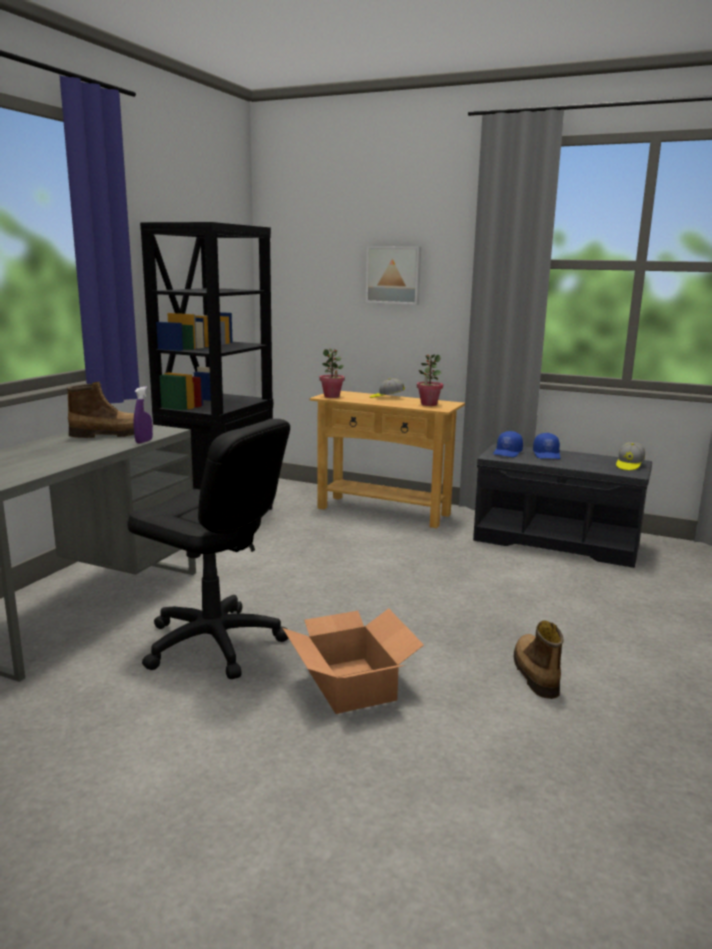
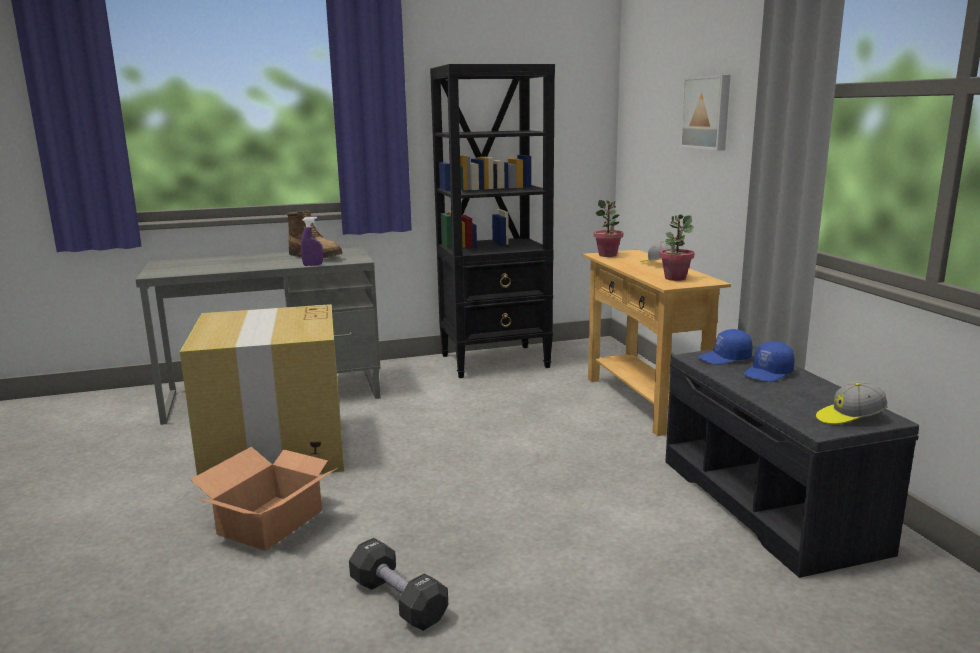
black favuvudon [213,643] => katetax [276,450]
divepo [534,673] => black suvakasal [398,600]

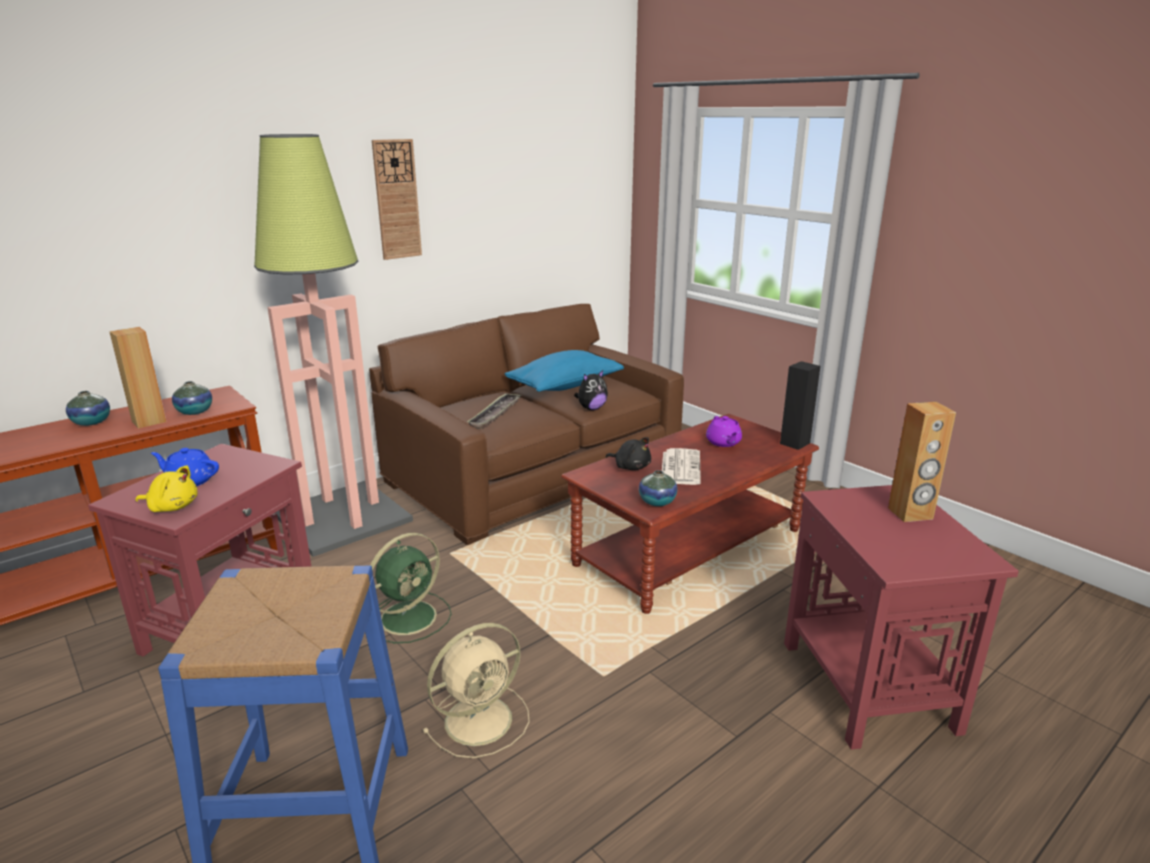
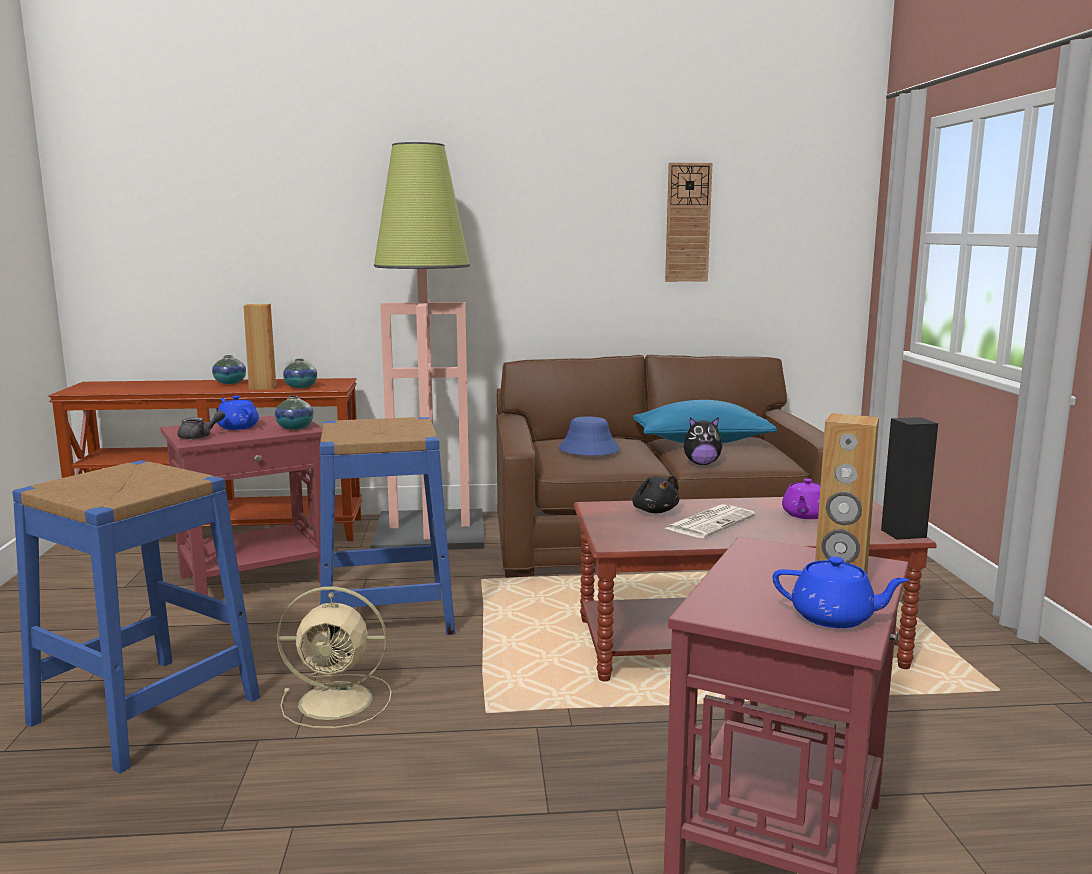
nothing => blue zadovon [834,617]
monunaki [397,199] => monunaki [688,223], move
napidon [657,502] => napidon [295,428], move
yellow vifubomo [172,507] => grey zadovon [200,437]
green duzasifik [410,616] => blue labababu [386,613]
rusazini [495,414] => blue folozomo [588,450]

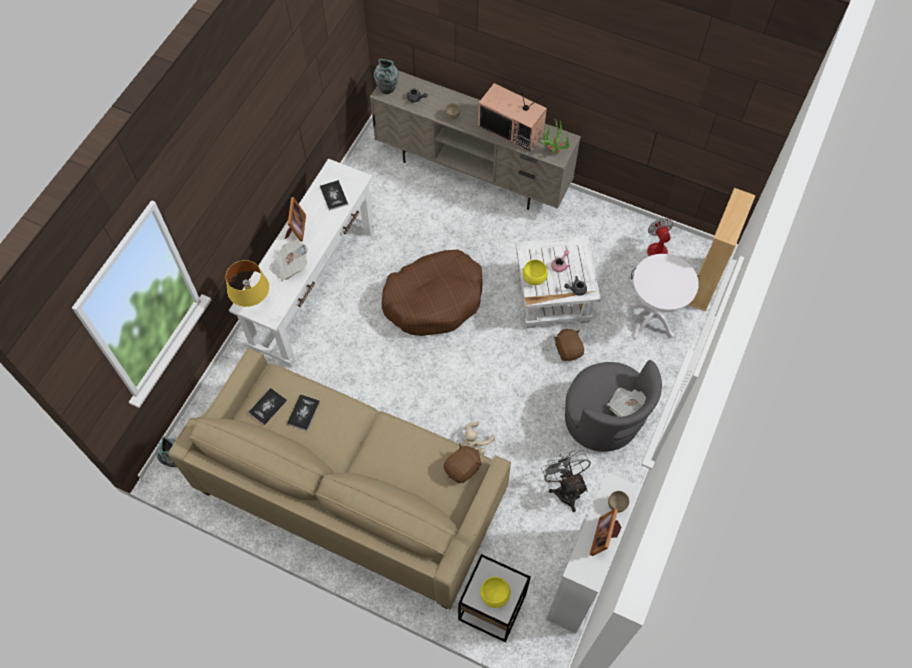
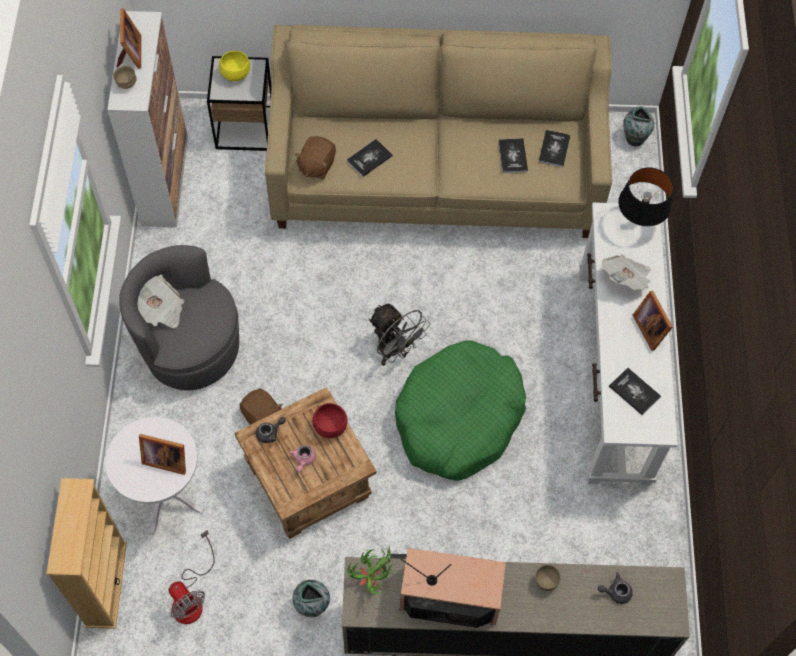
beige vifubomo [475,443] => nothing
nothing => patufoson [165,458]
nothing => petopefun [369,158]
napidon [387,88] => napidon [312,606], move
grey duzasifik [565,489] => grey duzasifik [395,351], move
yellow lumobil [253,302] => black lumobil [638,222]
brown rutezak [434,299] => green rutezak [458,418]
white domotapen [552,298] => brown domotapen [308,479]
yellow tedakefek [533,278] => red tedakefek [331,426]

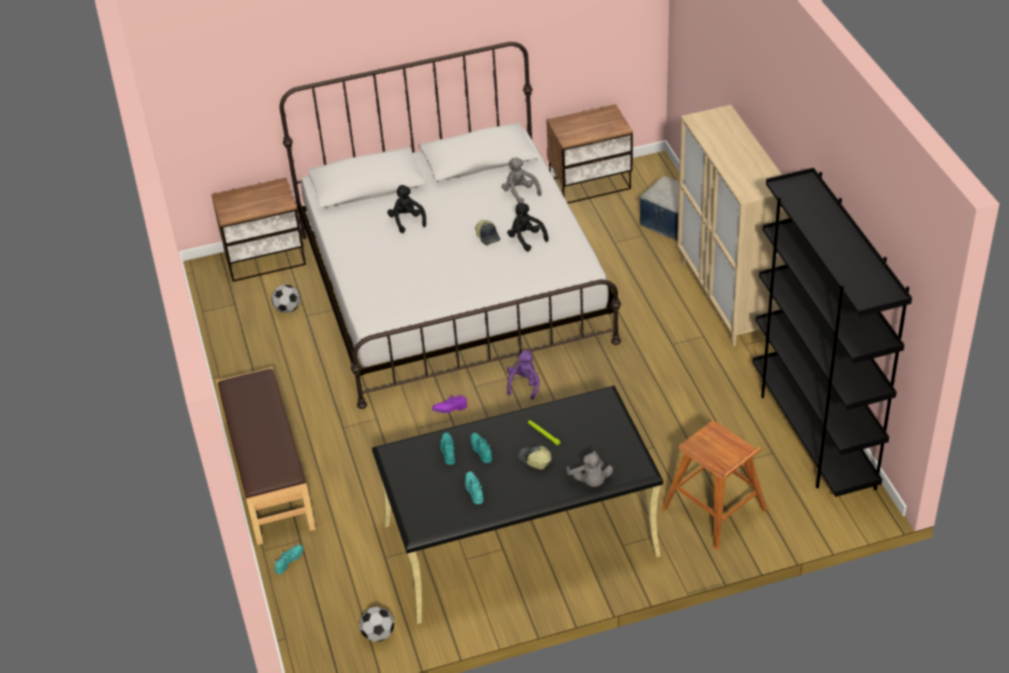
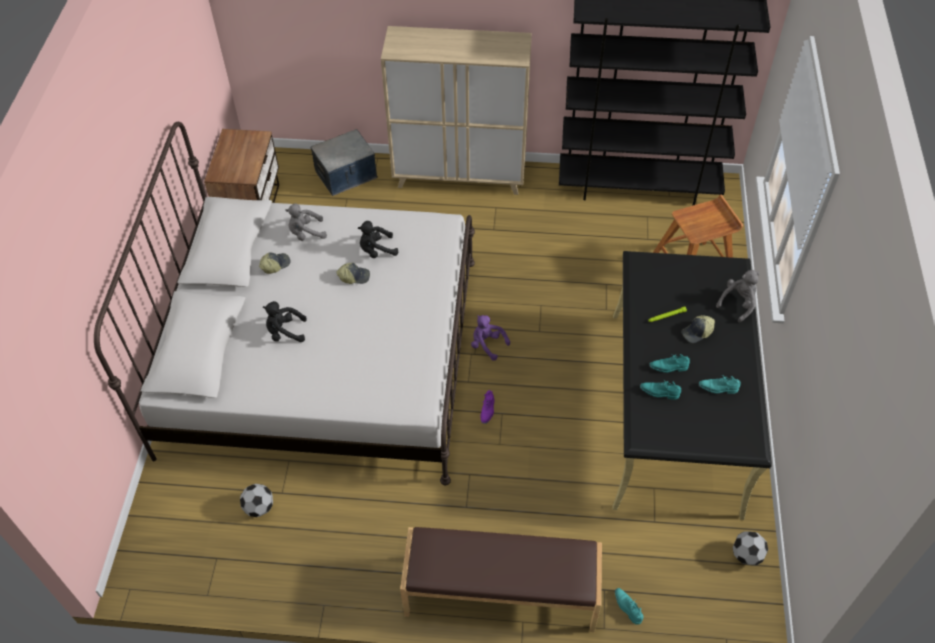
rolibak [266,260] => nothing
nothing => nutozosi [275,265]
grey vifubomo [590,481] => grey vifubomo [738,303], 45 degrees counterclockwise

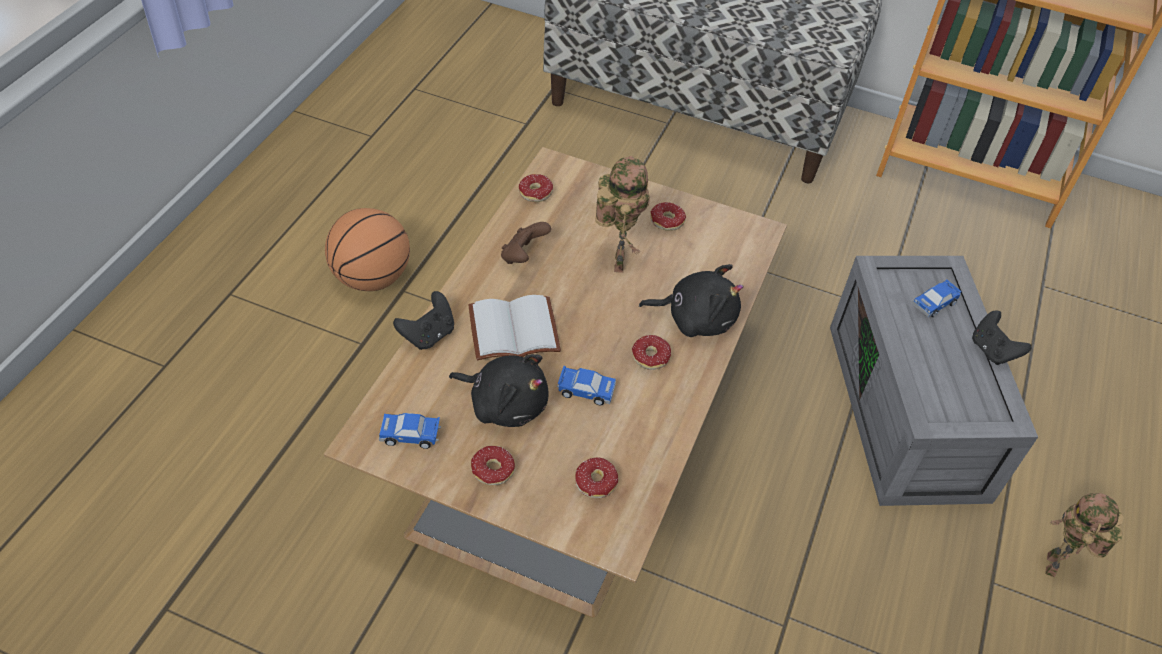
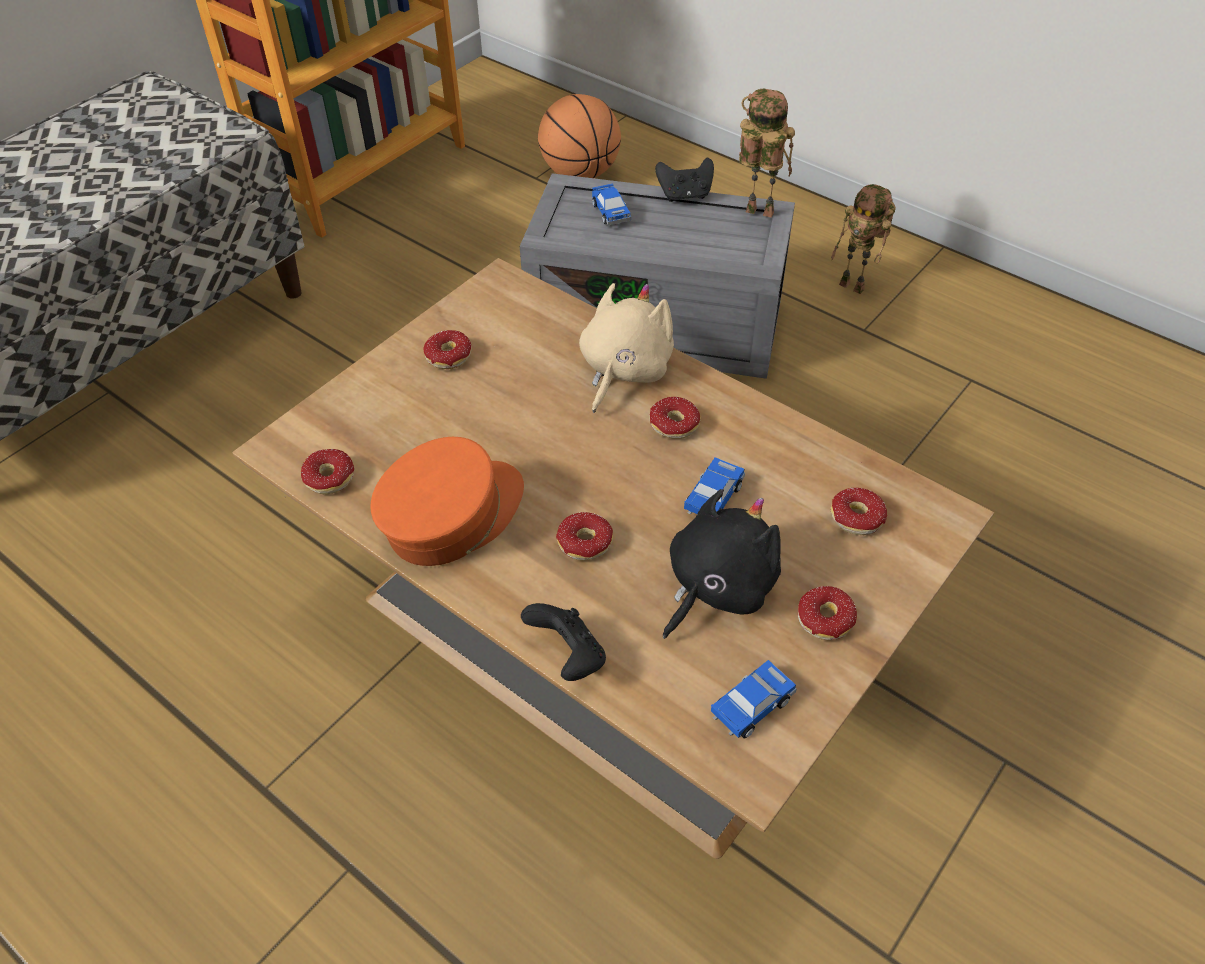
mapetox [371,278] => mapetox [580,174], move
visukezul [616,261] => visukezul [756,213], move
white petopefun [515,328] => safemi [585,551]
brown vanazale [523,256] => orange nutozosi [452,516]
black vifubomo [695,318] => beige vifubomo [623,370]
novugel [411,435] => novugel [750,706], 150 degrees counterclockwise

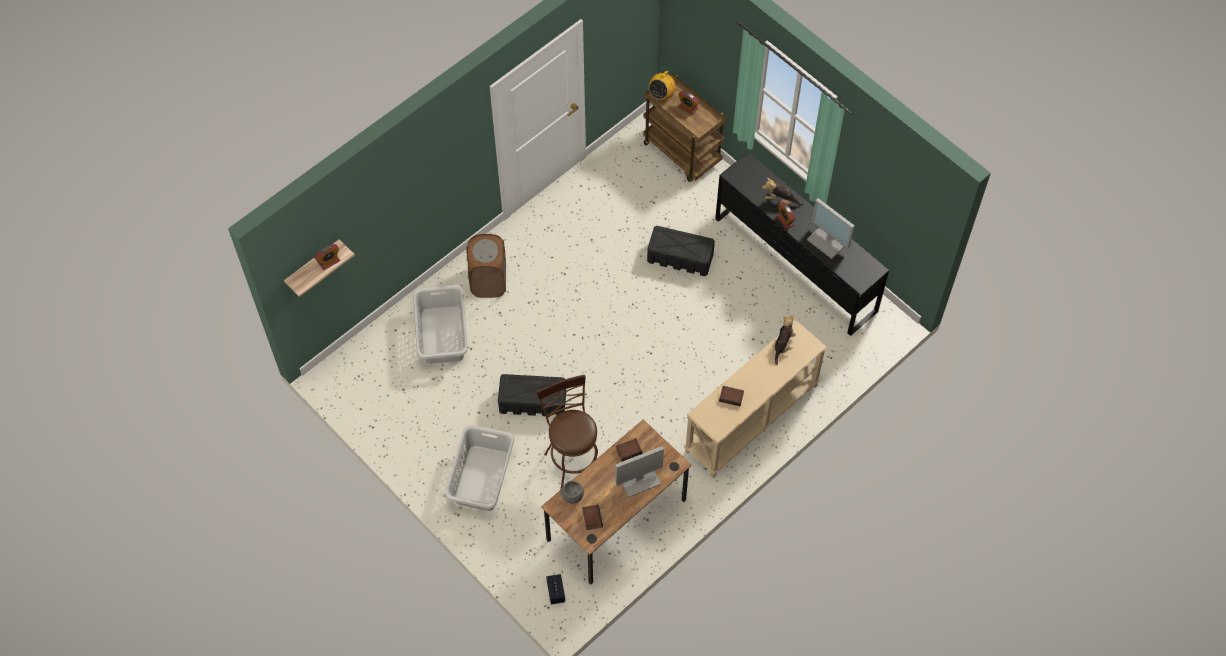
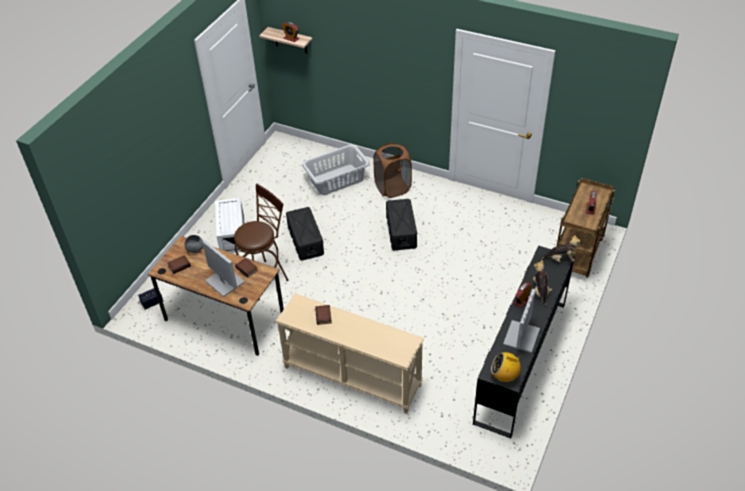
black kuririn [680,257] => black kuririn [401,232], move
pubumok [661,95] => pubumok [504,376], move
vifubomo [782,345] => vifubomo [560,259], move
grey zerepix [481,478] => white kuririn [231,234]

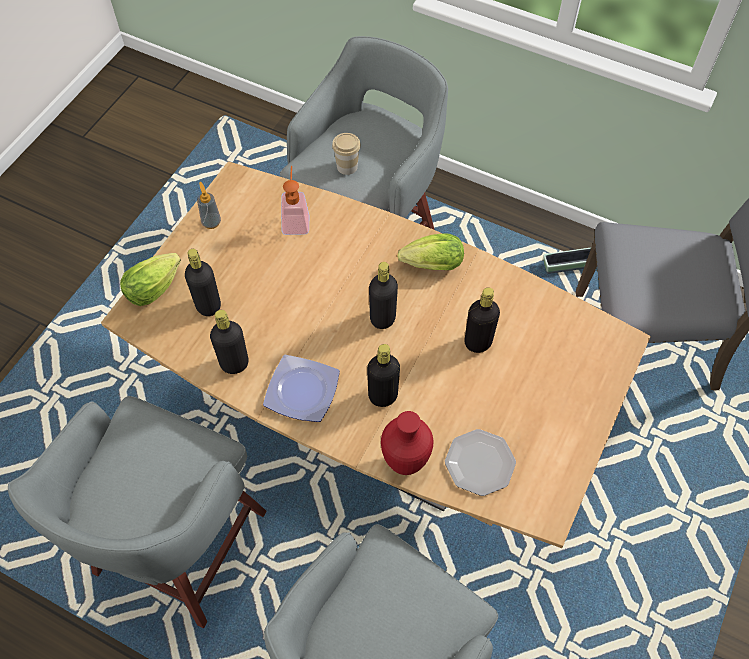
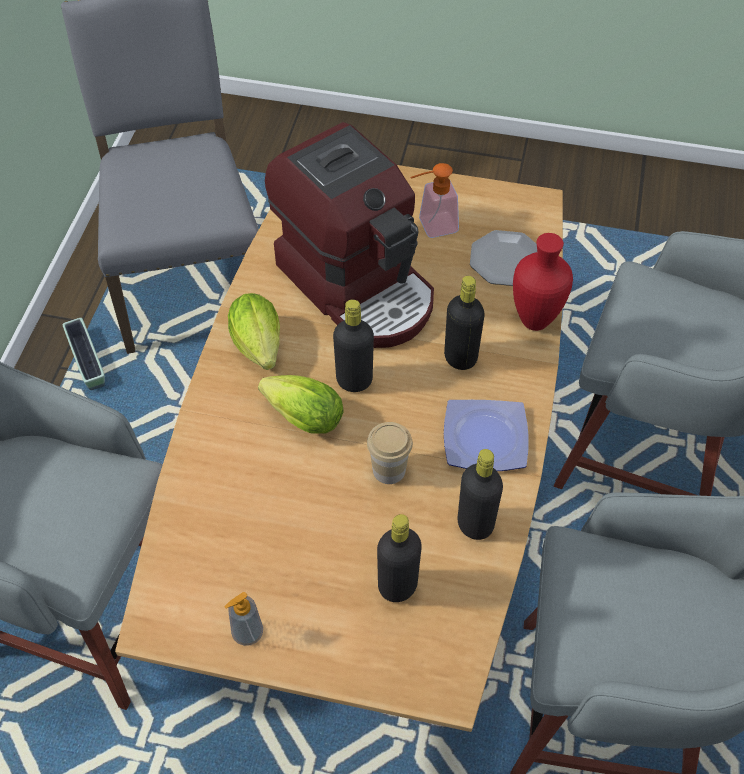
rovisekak [156,287] => rovisekak [300,416], move
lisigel [295,220] => lisigel [431,227], move
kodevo [347,166] => kodevo [389,470], move
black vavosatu [478,342] => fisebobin [358,285]

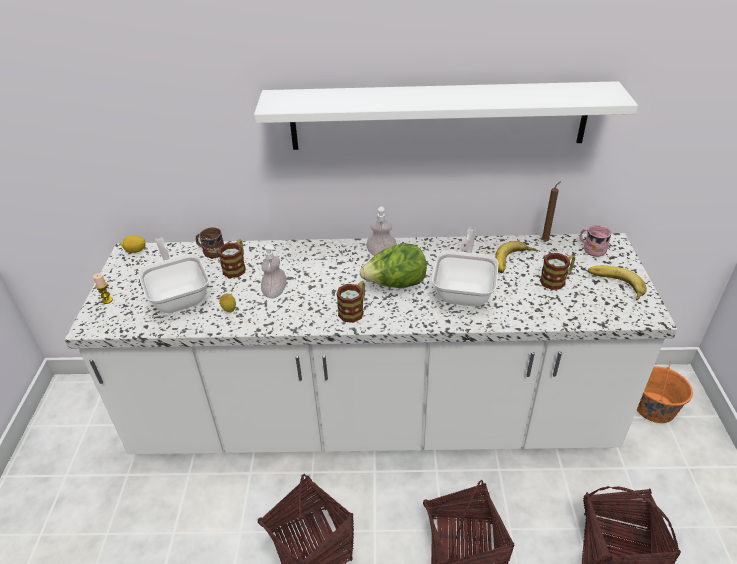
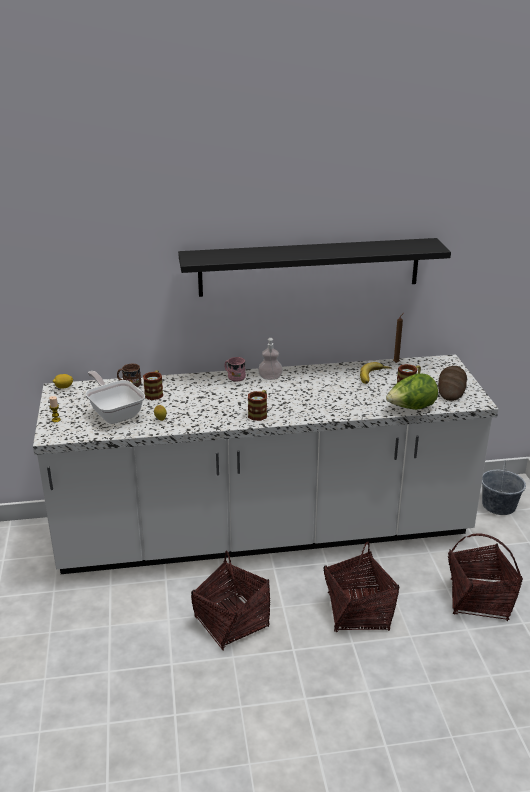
lisigel [275,292] => nothing
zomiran [465,290] => nothing
rovisekak [395,285] => rovisekak [411,408], move
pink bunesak [591,249] => pink bunesak [234,377], move
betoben [614,286] => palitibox [451,386]
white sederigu [438,116] => black sederigu [309,267]
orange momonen [654,408] => grey momonen [498,505]

